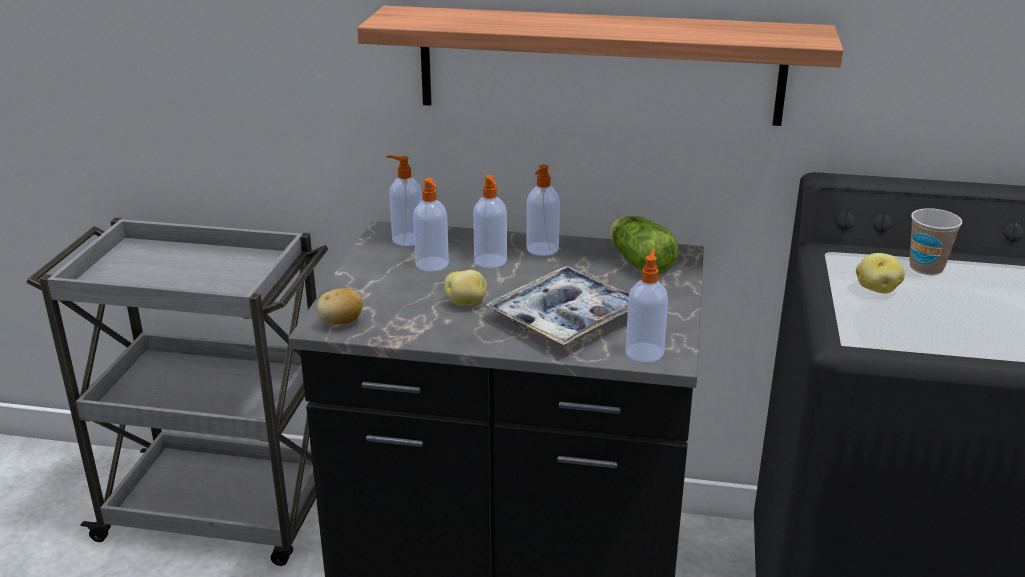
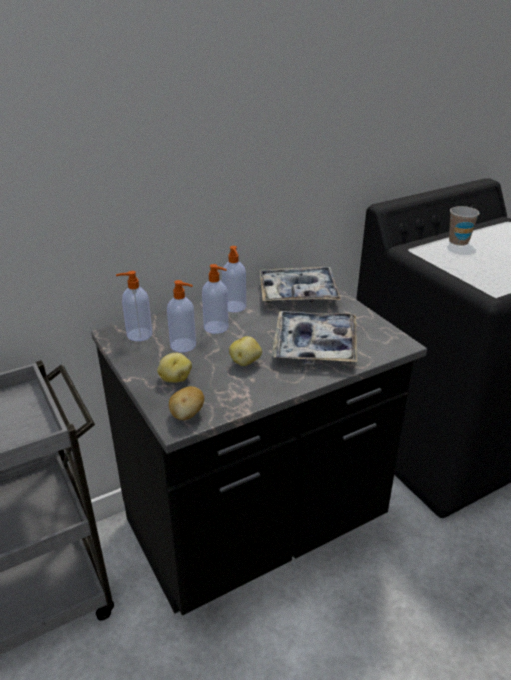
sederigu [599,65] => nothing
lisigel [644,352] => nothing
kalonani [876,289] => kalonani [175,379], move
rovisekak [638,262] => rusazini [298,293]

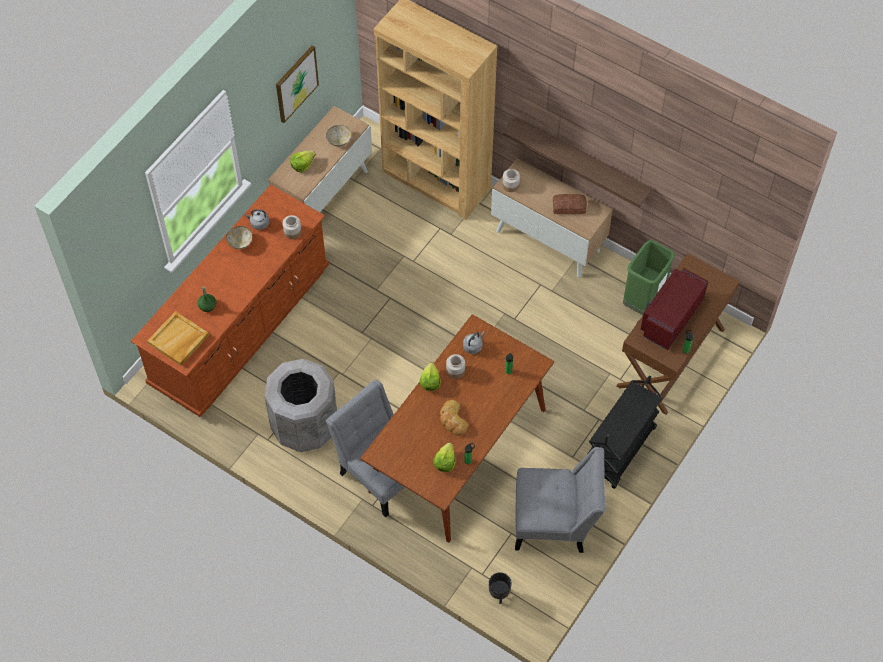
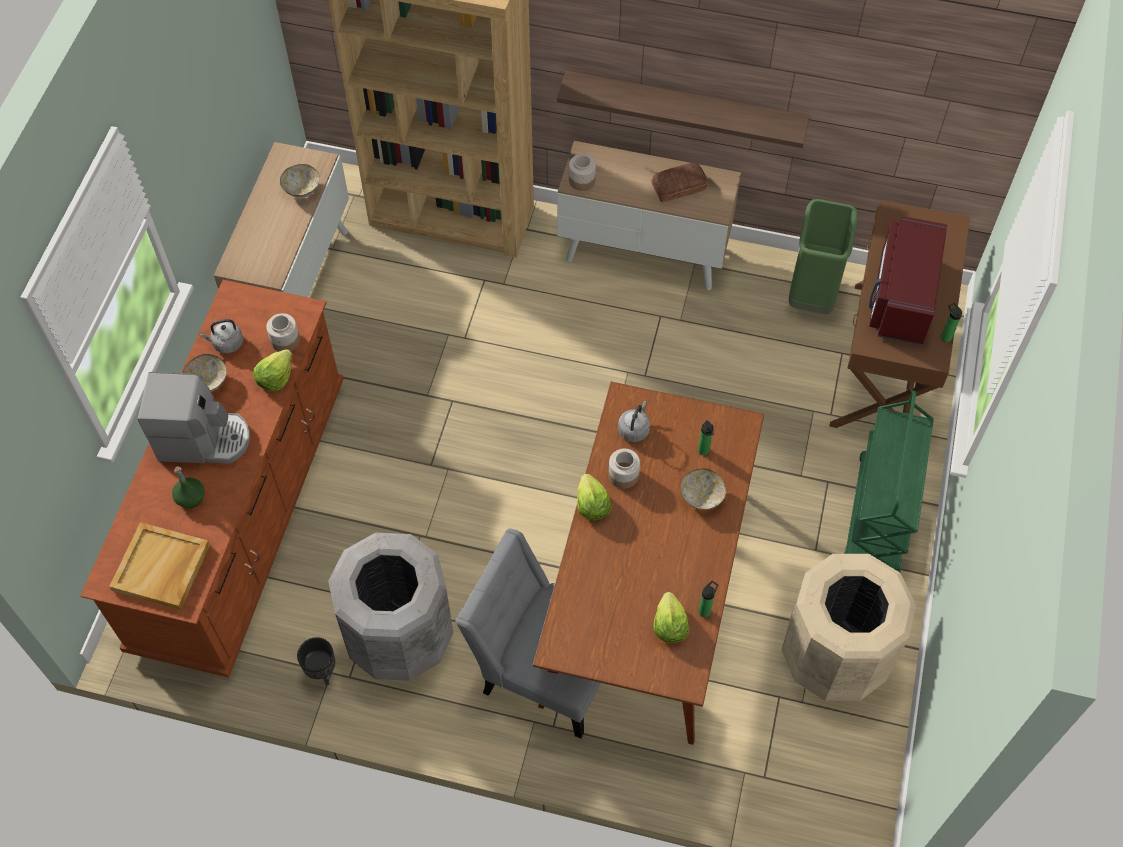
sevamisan [296,83] => nothing
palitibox [453,420] => nothing
nothing => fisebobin [204,440]
nothing => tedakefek [702,497]
rovisekak [302,165] => rovisekak [275,377], move
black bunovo [499,595] => black bunovo [322,672], move
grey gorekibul [555,522] => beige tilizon [834,656]
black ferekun [620,450] => green ferekun [878,517]

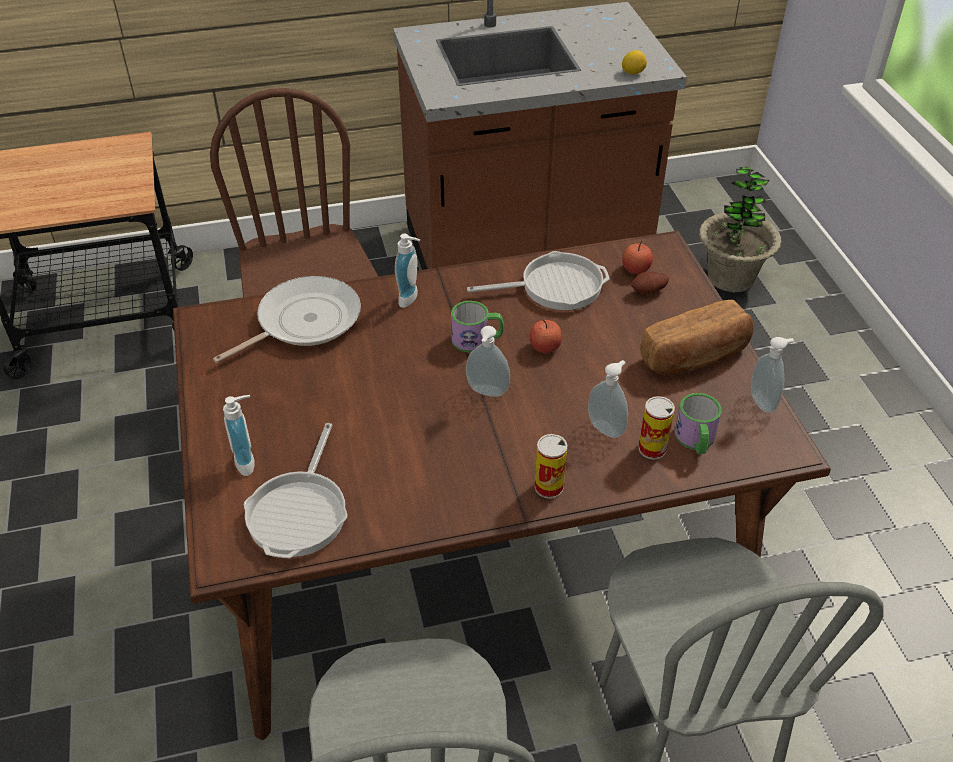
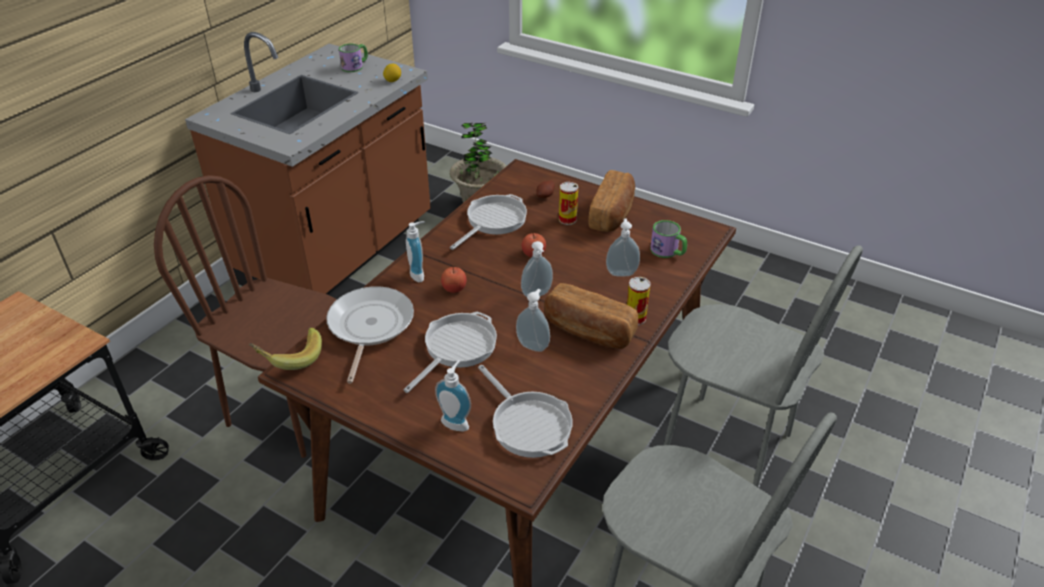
nothing => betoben [290,357]
nothing => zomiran [457,348]
nothing => palitibox [588,331]
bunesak [477,340] => bunesak [355,66], move
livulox [636,269] => livulox [454,288], move
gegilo [652,449] => gegilo [567,219], move
lisigel [764,402] => lisigel [533,345], move

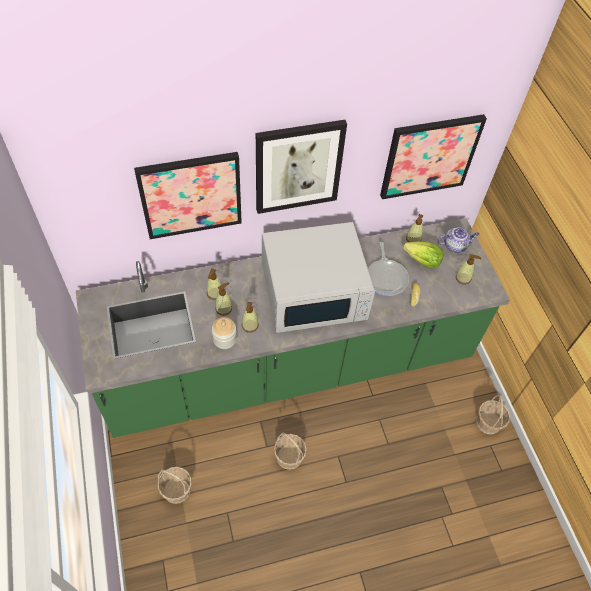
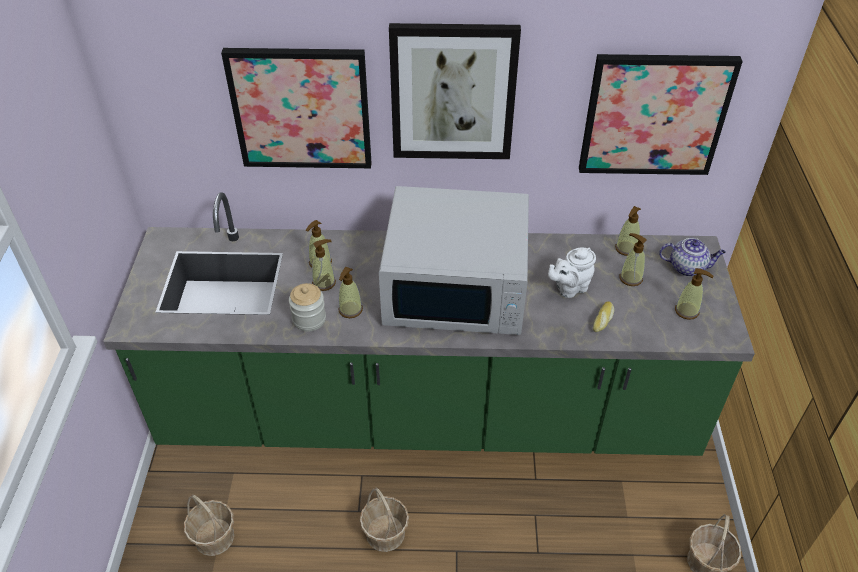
zomiran [386,277] => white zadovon [569,288]
rovisekak [422,261] => lisigel [630,278]

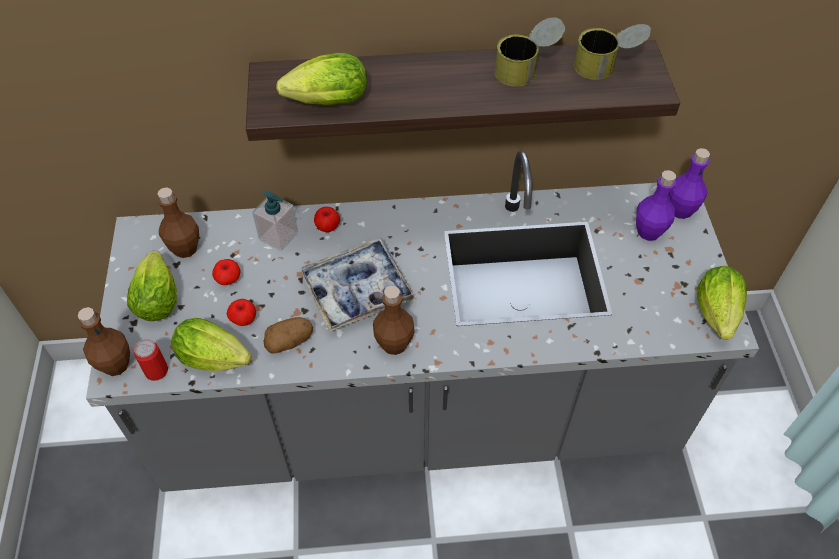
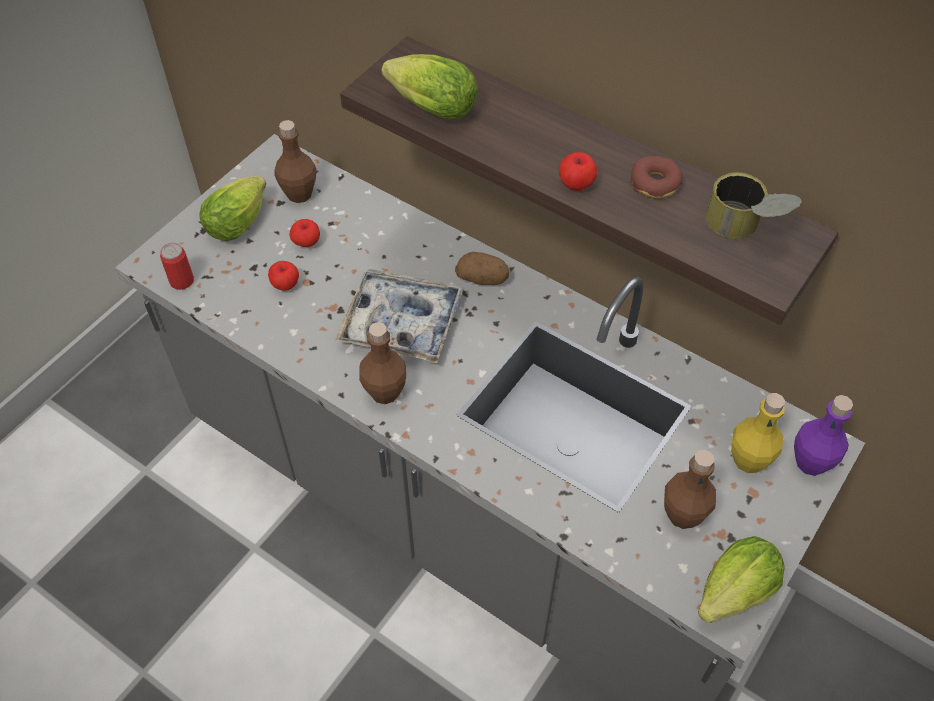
rovisekak [218,359] => nothing
lisigel [279,236] => nothing
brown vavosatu [115,365] => brown vavosatu [683,514], move
kalonani [290,341] => kalonani [482,279], move
livulox [328,227] => livulox [576,184], move
gegilo [526,70] => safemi [655,183]
purple vavosatu [648,232] => yellow vavosatu [748,460]

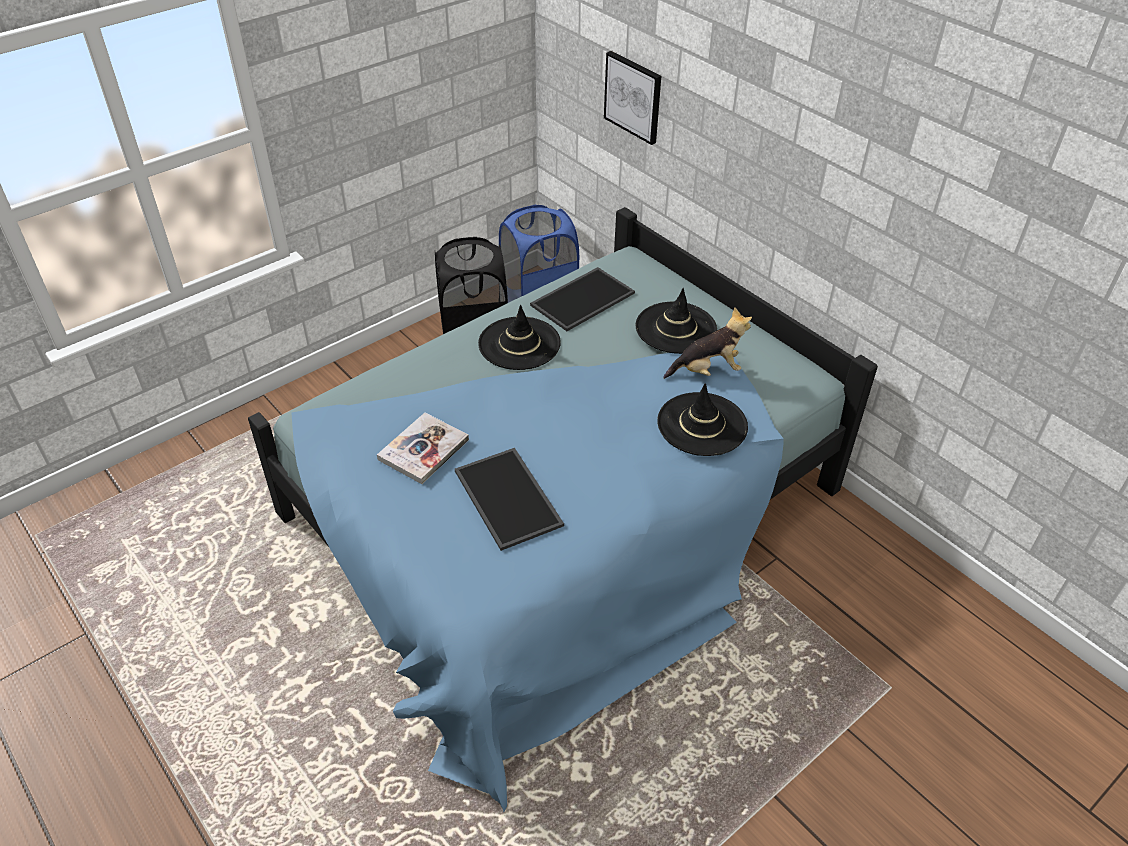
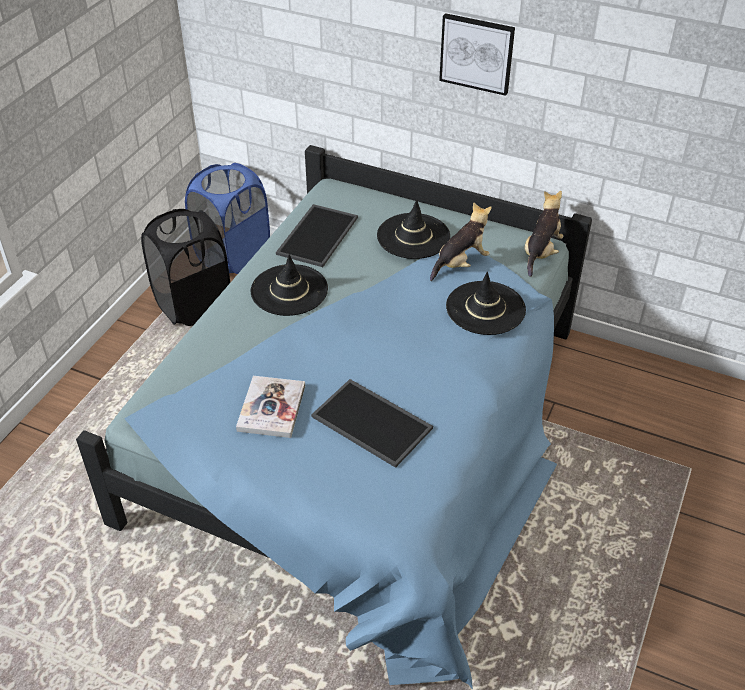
nothing => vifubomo [541,252]
sevamisan [633,97] => sevamisan [477,53], move

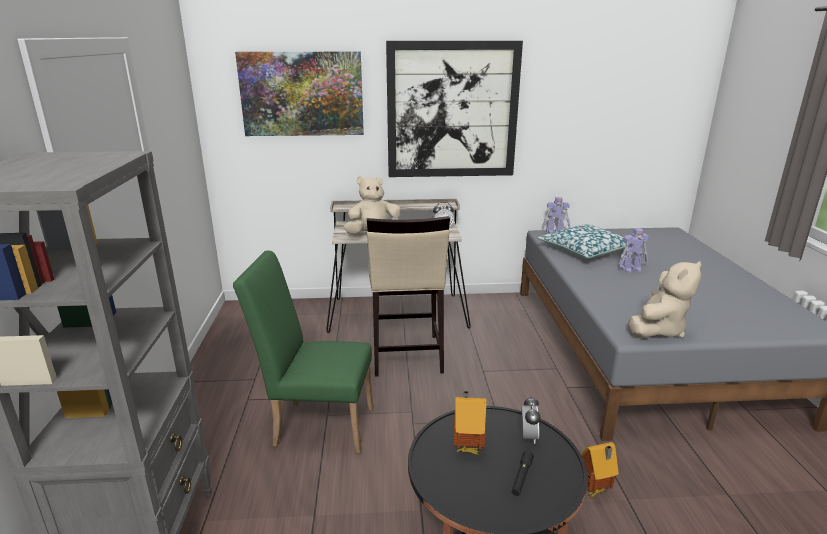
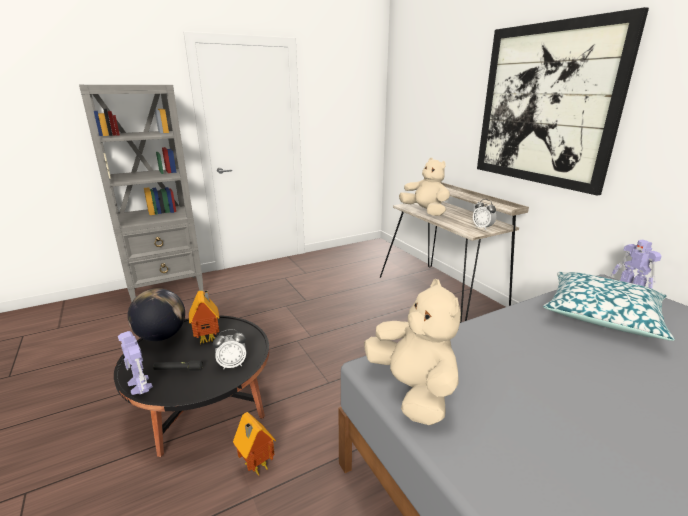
green gorekibul [316,424] => nothing
sevamisan [302,94] => nothing
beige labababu [406,355] => nothing
nothing => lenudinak [161,336]
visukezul [631,269] => visukezul [140,385], move
beige vifubomo [658,330] => beige vifubomo [413,390], 135 degrees counterclockwise

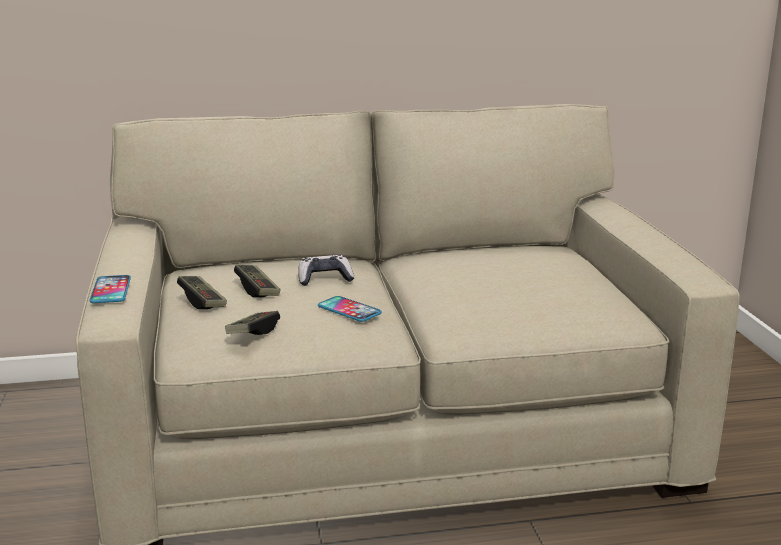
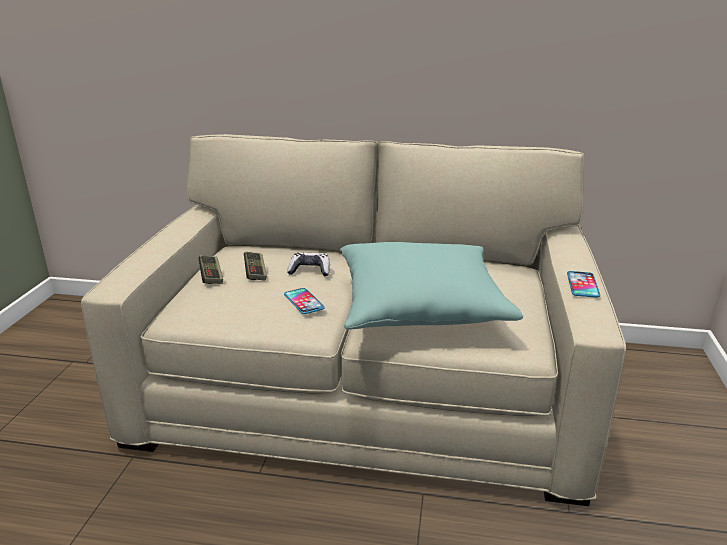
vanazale [253,332] => nothing
nothing => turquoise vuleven [420,306]
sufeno [111,290] => sufeno [582,285], move

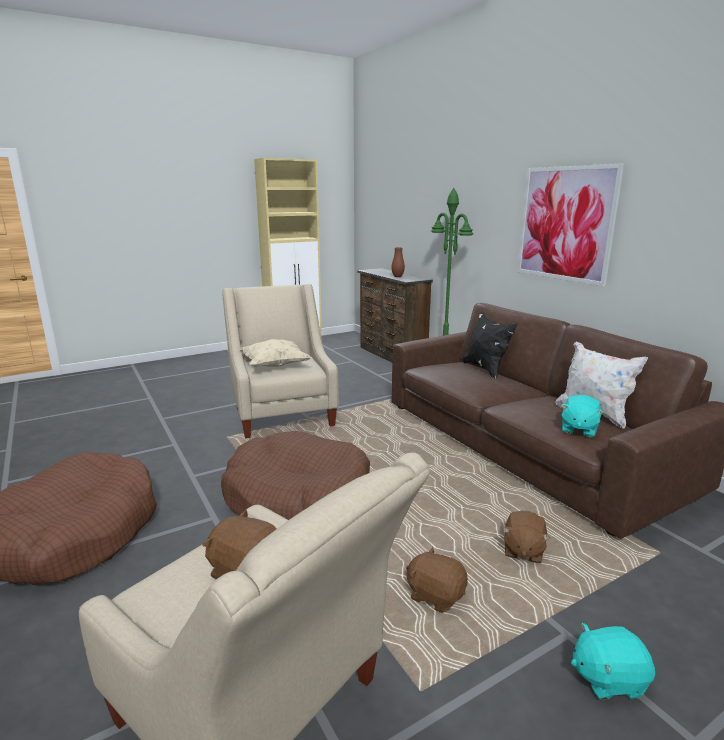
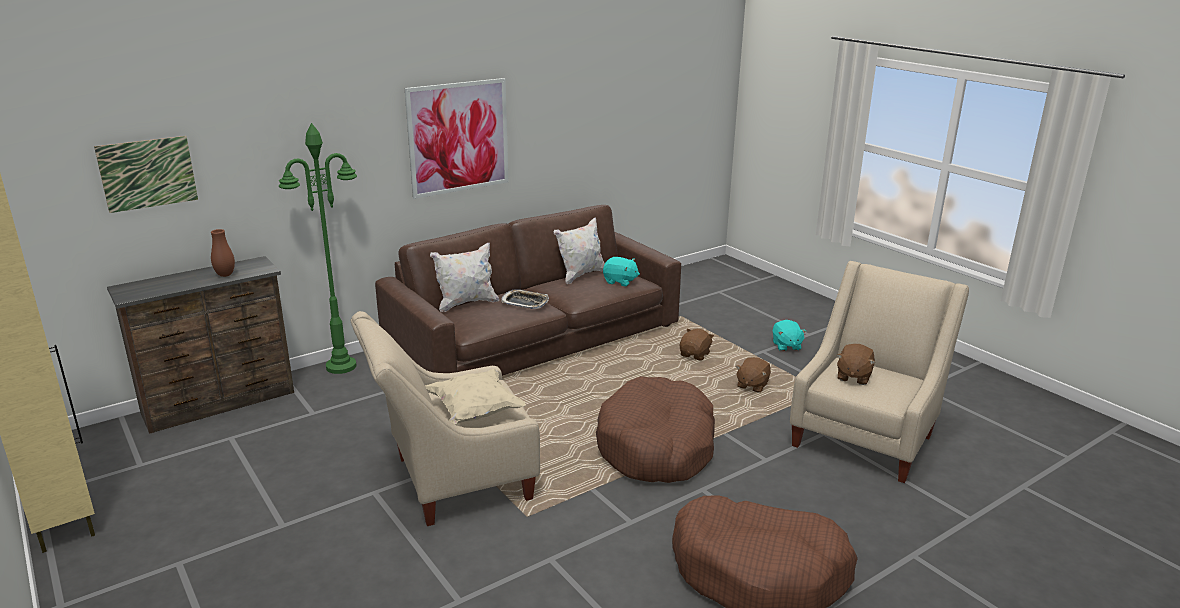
nothing => sevamisan [148,173]
nothing => rusazini [525,302]
black vuleven [485,369] => white vuleven [466,303]
brown vifubomo [522,550] => brown vifubomo [695,355], 75 degrees counterclockwise

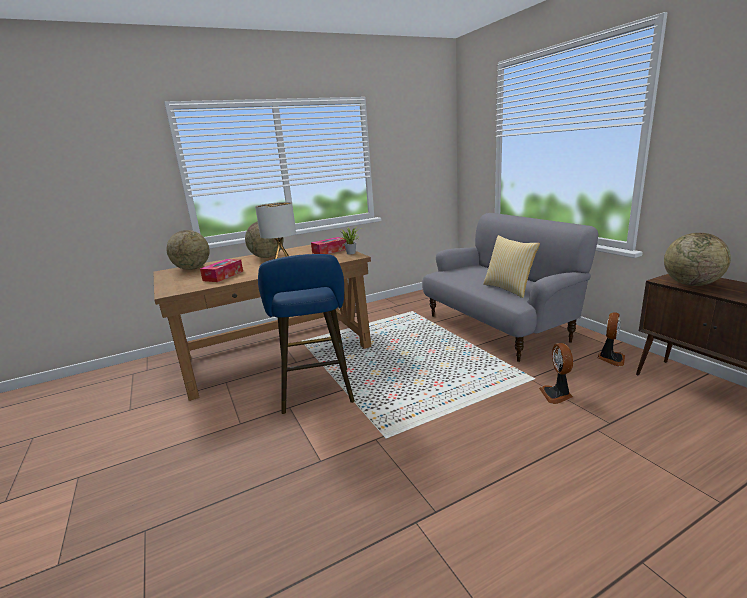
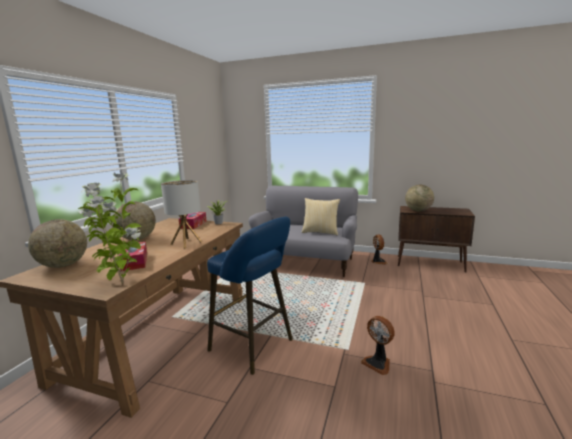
nothing => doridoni [120,283]
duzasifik [557,394] => duzasifik [378,363], move

